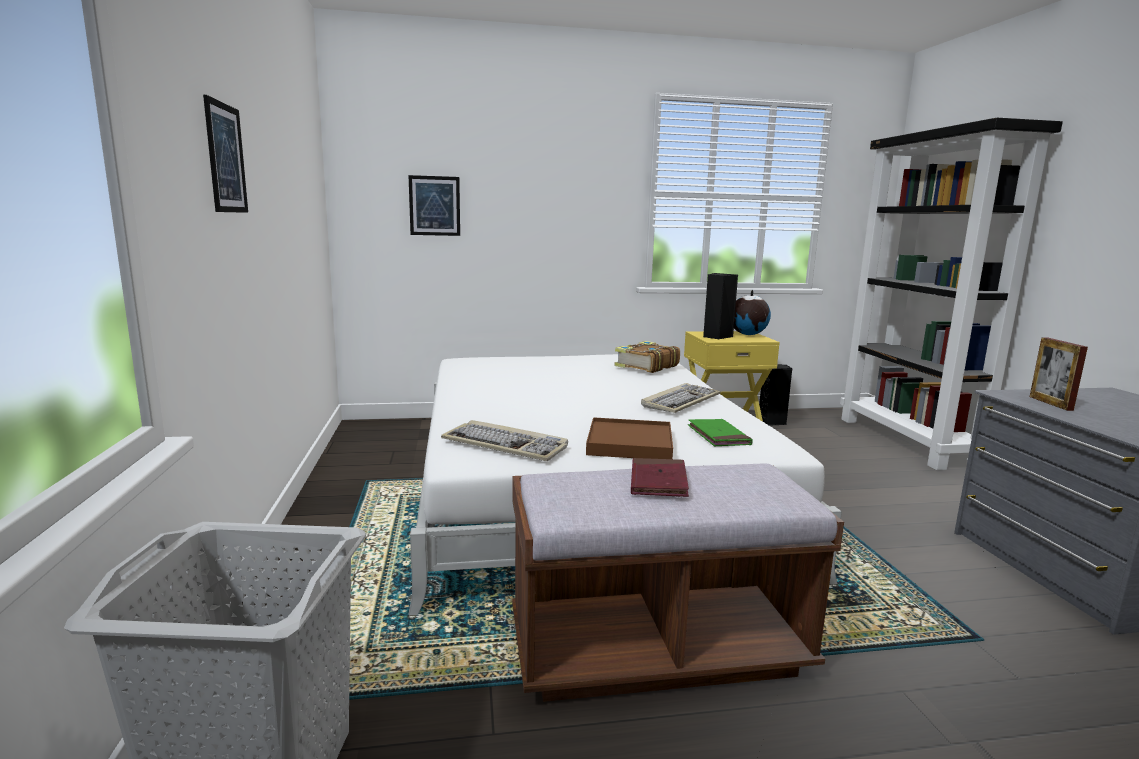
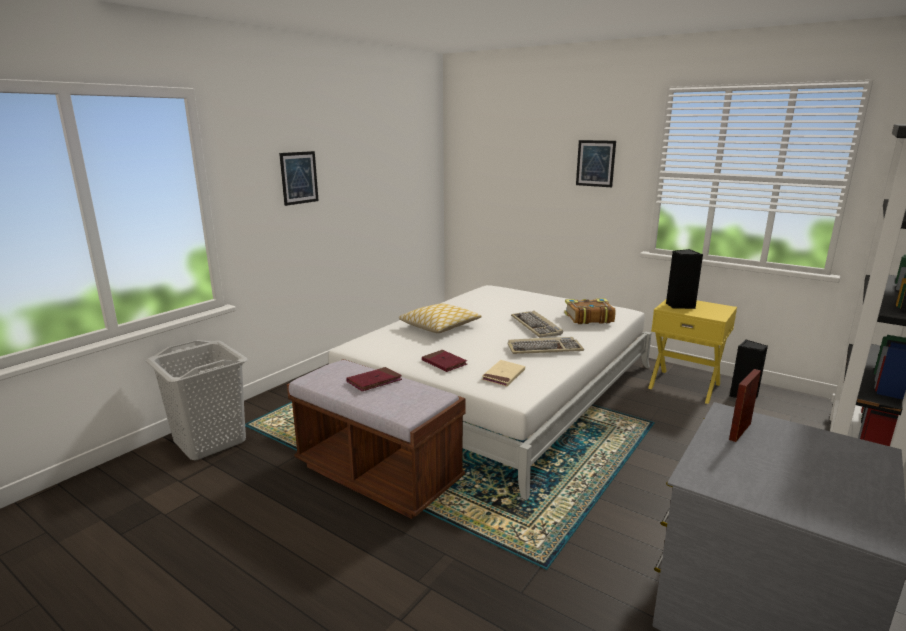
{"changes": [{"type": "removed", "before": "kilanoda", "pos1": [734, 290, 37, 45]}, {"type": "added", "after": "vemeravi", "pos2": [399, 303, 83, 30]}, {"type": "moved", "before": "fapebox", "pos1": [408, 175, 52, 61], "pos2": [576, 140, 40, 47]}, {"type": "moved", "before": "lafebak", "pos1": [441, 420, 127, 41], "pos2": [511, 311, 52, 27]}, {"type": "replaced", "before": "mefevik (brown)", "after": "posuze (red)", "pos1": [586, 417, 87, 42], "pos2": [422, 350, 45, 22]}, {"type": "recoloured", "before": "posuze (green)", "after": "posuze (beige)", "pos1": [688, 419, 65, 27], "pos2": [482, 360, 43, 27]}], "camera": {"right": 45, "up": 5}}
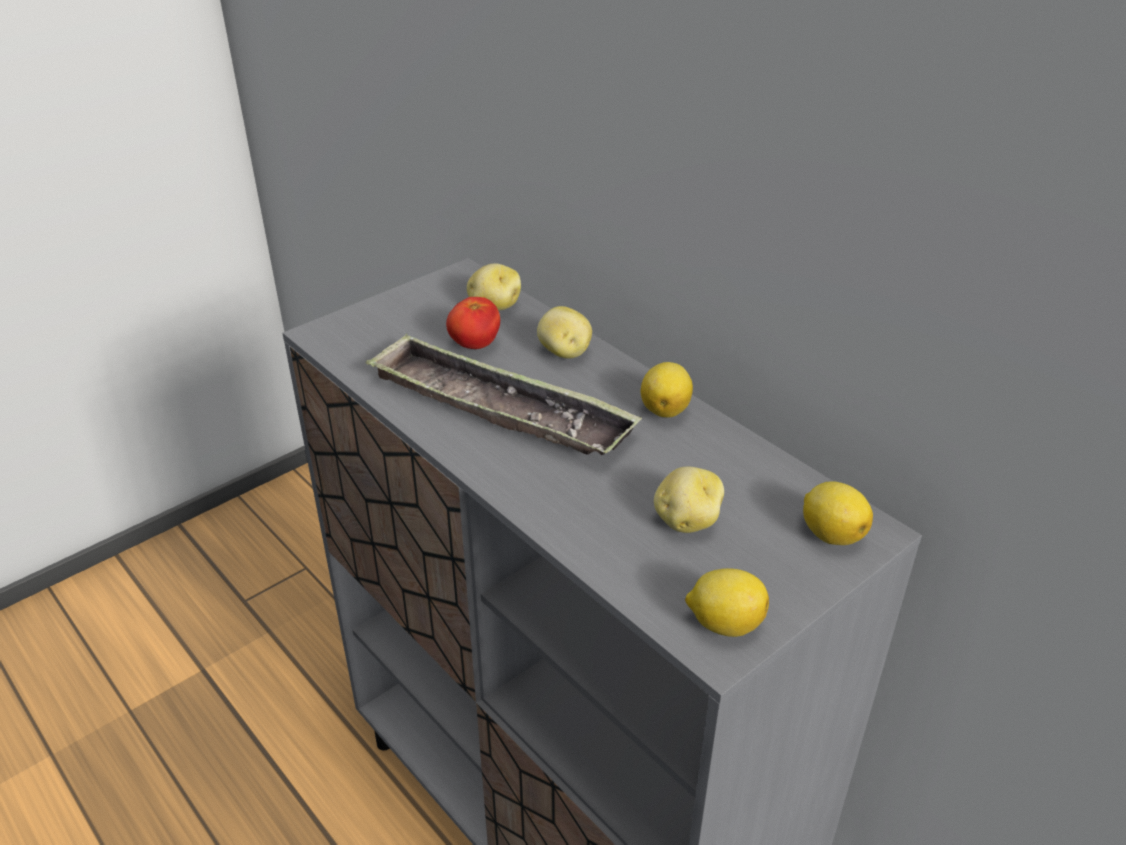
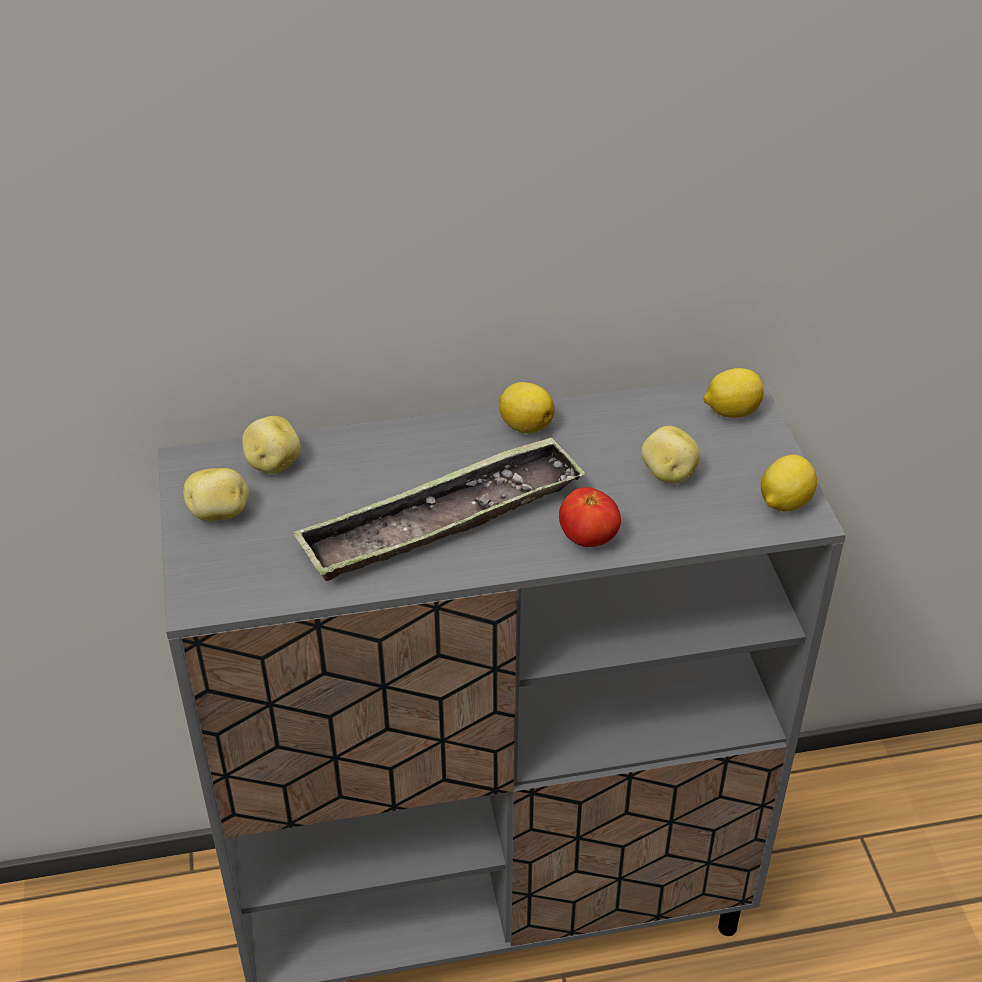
{"changes": [{"type": "moved", "before": "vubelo", "pos1": [446, 297, 54, 52], "pos2": [559, 487, 62, 60]}, {"type": "moved", "before": "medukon", "pos1": [537, 306, 55, 53], "pos2": [183, 468, 66, 53]}], "camera": {"right": -60, "up": 5}}
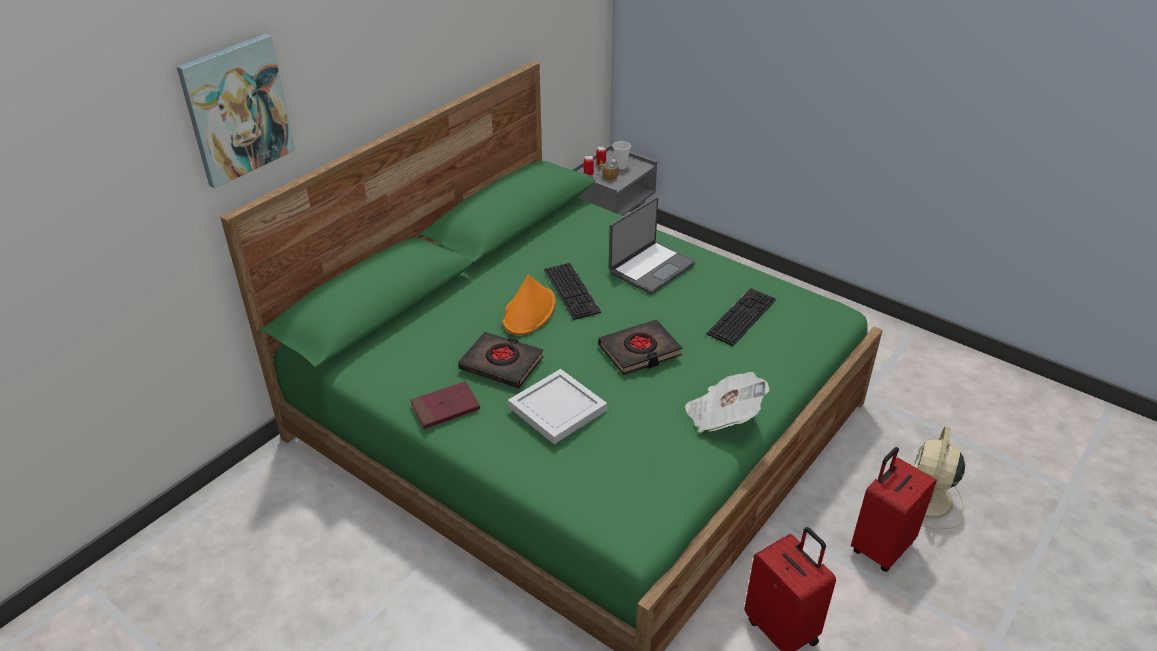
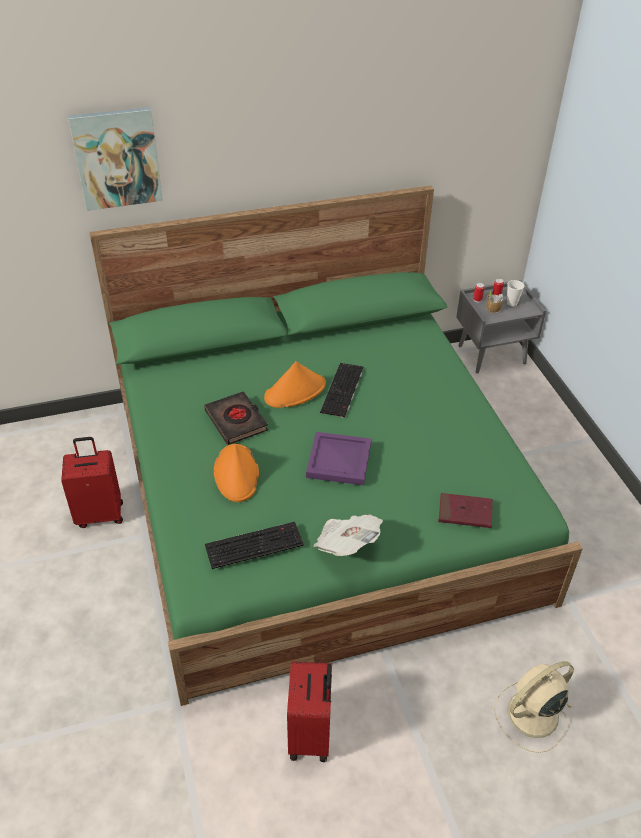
{"changes": [{"type": "removed", "before": "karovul", "pos1": [609, 197, 87, 97]}, {"type": "moved", "before": "posuze (red)", "pos1": [410, 381, 70, 48], "pos2": [438, 493, 55, 35]}, {"type": "moved", "before": "lafebak", "pos1": [706, 288, 70, 58], "pos2": [205, 522, 99, 47]}, {"type": "moved", "before": "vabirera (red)", "pos1": [851, 447, 86, 125], "pos2": [61, 437, 62, 91]}, {"type": "replaced", "before": "mefevik (white)", "after": "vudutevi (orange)", "pos1": [508, 369, 99, 75], "pos2": [214, 444, 45, 58]}, {"type": "replaced", "before": "posuze (black)", "after": "mefevik (purple)", "pos1": [598, 319, 84, 56], "pos2": [306, 432, 65, 53]}], "camera": {"right": 35, "up": 5}}
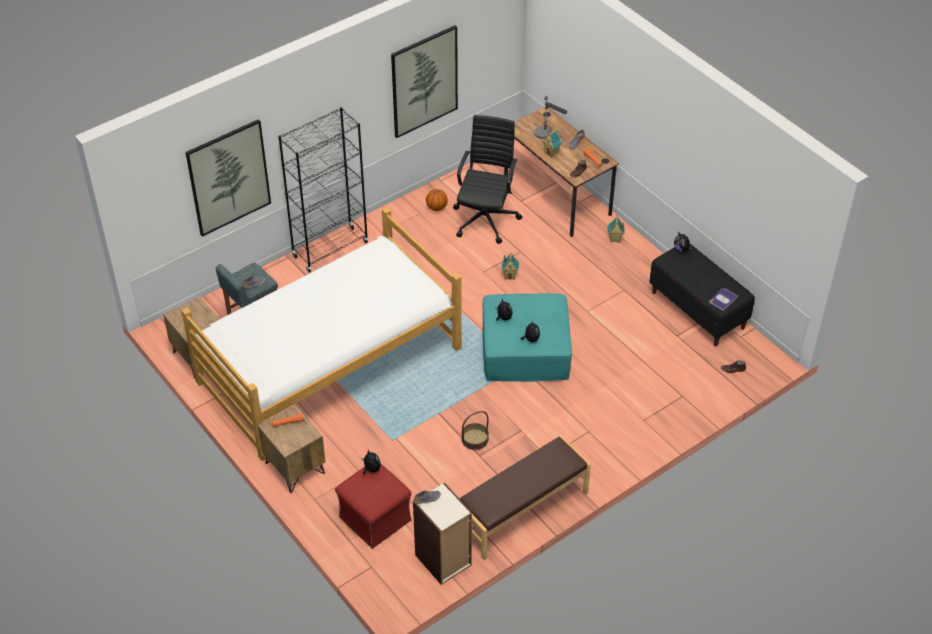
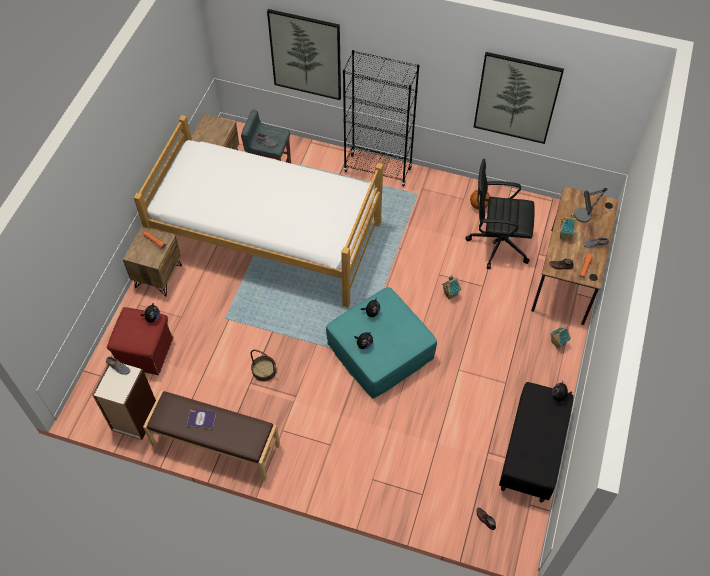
{"changes": [{"type": "moved", "before": "posuze", "pos1": [709, 288, 29, 23], "pos2": [187, 409, 29, 20]}, {"type": "turned", "before": "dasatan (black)", "pos1": [453, 115, 69, 129], "pos2": [465, 159, 69, 110], "turn": -150}], "camera": {"right": 55, "up": 10}}
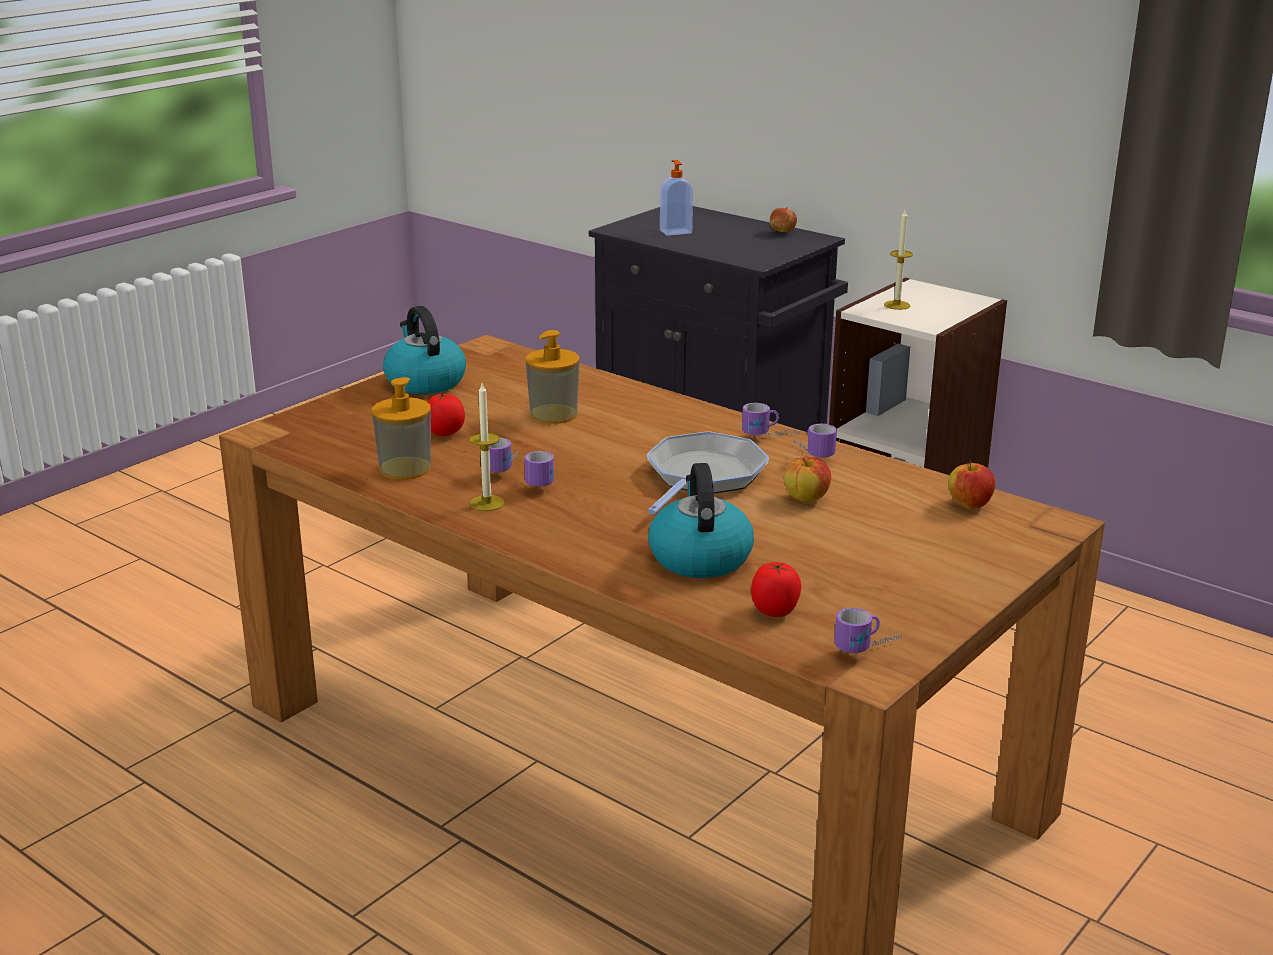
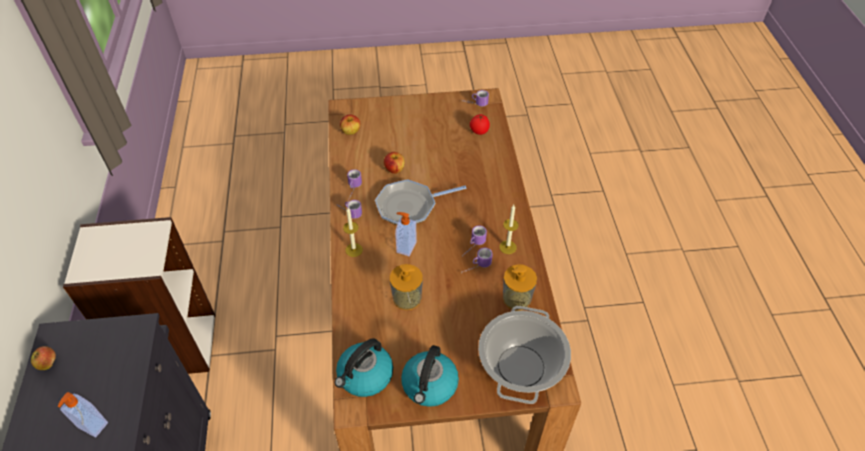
{"changes": [{"type": "removed", "before": "vubelo", "pos1": [428, 393, 37, 43]}, {"type": "added", "after": "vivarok", "pos2": [395, 212, 22, 44]}, {"type": "added", "after": "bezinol", "pos2": [478, 306, 93, 98]}, {"type": "moved", "before": "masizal", "pos1": [648, 463, 106, 115], "pos2": [335, 338, 58, 59]}, {"type": "moved", "before": "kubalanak", "pos1": [884, 210, 29, 100], "pos2": [343, 208, 20, 49]}], "camera": {"right": -135, "up": 25}}
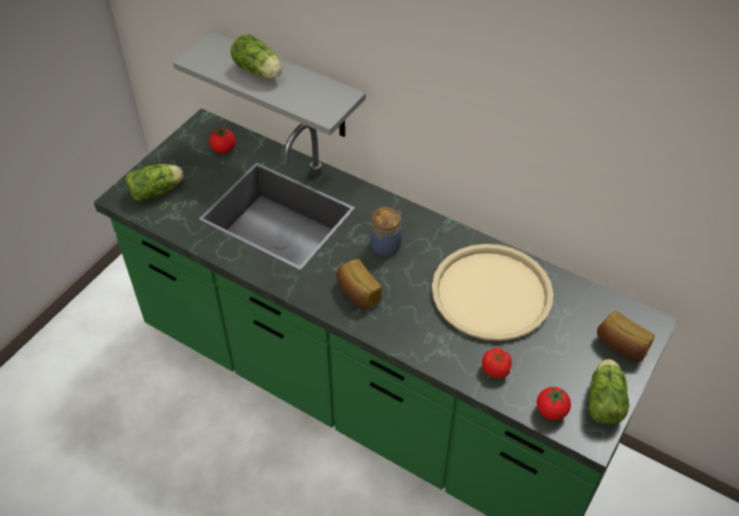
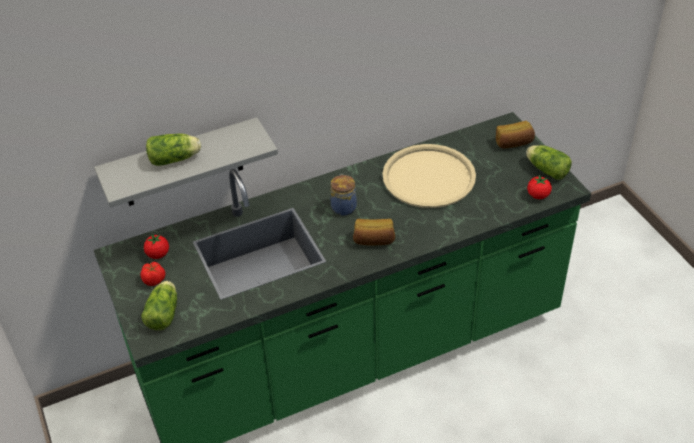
{"changes": [{"type": "moved", "before": "vubelo", "pos1": [482, 348, 30, 30], "pos2": [140, 262, 25, 24]}], "camera": {"right": -55, "up": -5}}
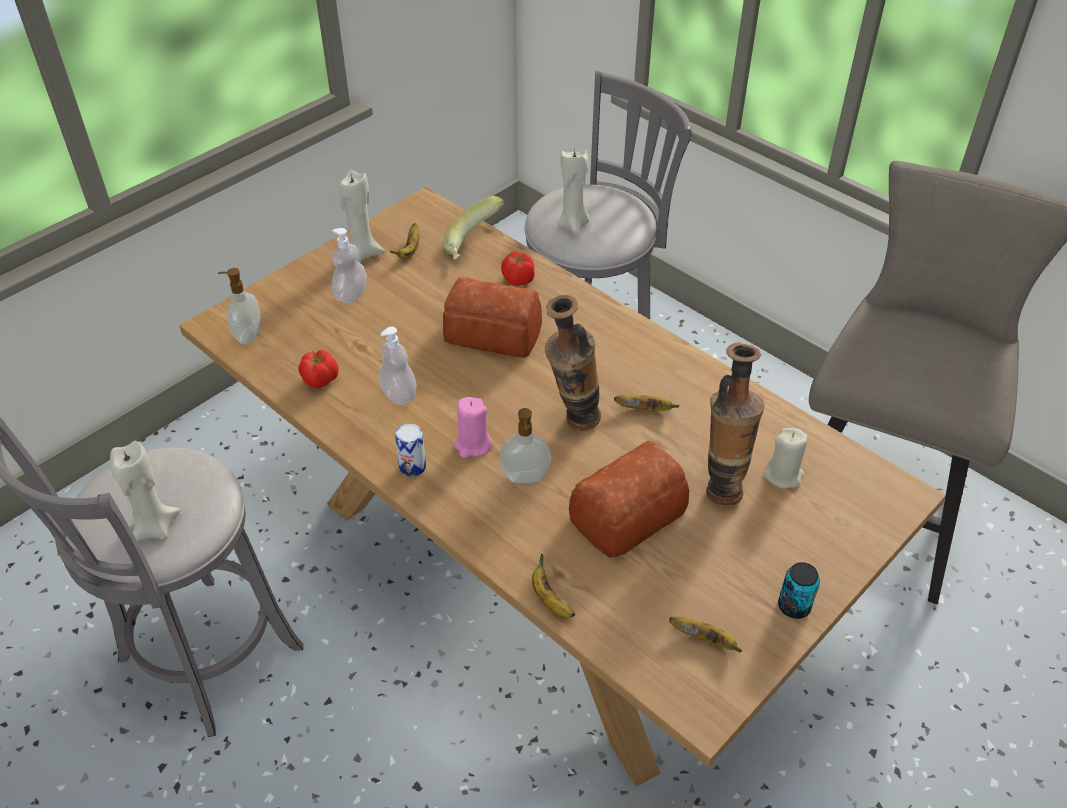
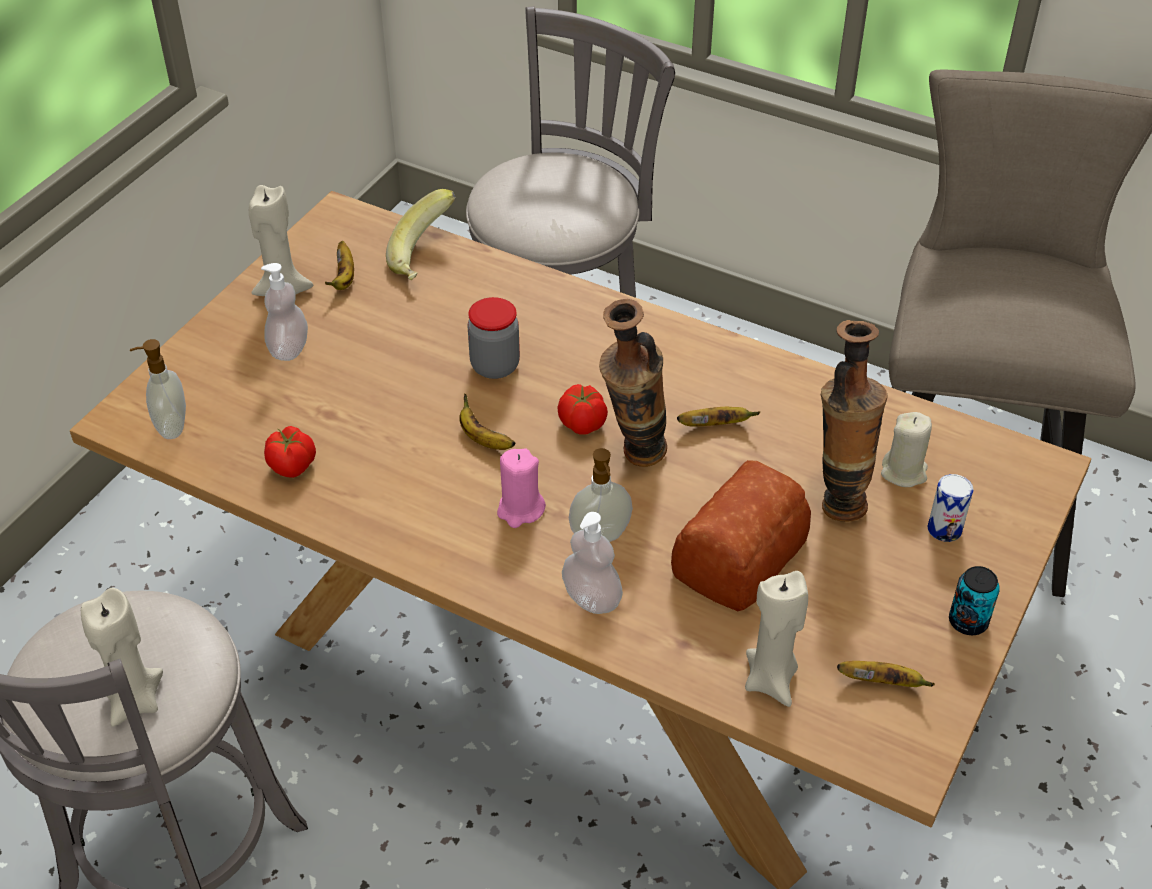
{"changes": [{"type": "moved", "before": "vivarok", "pos1": [379, 327, 37, 78], "pos2": [562, 512, 61, 102]}, {"type": "moved", "before": "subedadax", "pos1": [395, 424, 31, 53], "pos2": [927, 474, 47, 68]}, {"type": "moved", "before": "vubelo", "pos1": [501, 251, 34, 35], "pos2": [557, 384, 51, 51]}, {"type": "moved", "before": "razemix", "pos1": [532, 553, 43, 65], "pos2": [459, 393, 57, 57]}, {"type": "moved", "before": "kubalanak (beige)", "pos1": [557, 150, 32, 86], "pos2": [745, 571, 63, 136]}, {"type": "replaced", "before": "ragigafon", "after": "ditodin", "pos1": [443, 277, 99, 81], "pos2": [467, 297, 53, 82]}], "camera": {"right": -15, "up": 0}}
